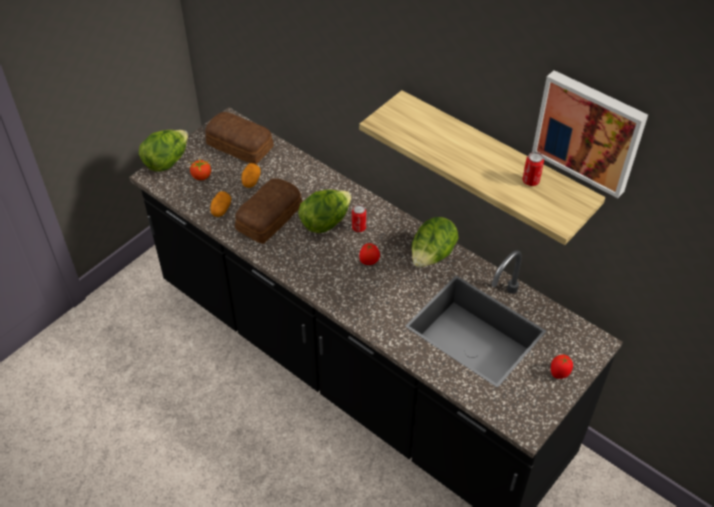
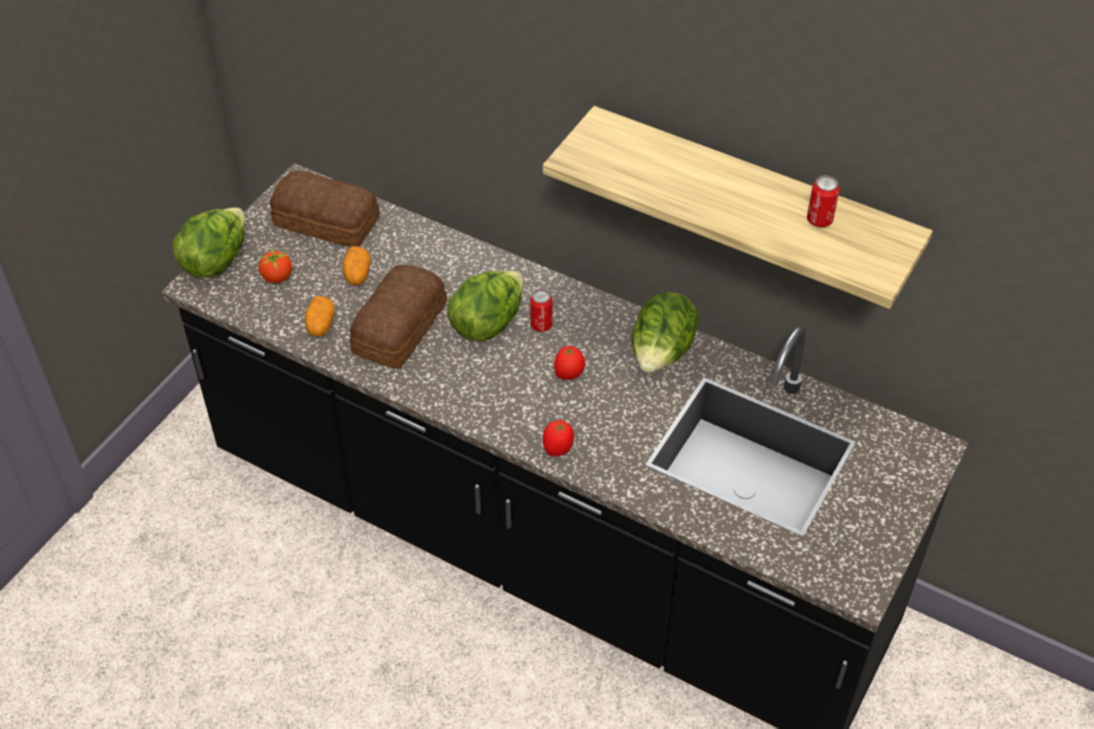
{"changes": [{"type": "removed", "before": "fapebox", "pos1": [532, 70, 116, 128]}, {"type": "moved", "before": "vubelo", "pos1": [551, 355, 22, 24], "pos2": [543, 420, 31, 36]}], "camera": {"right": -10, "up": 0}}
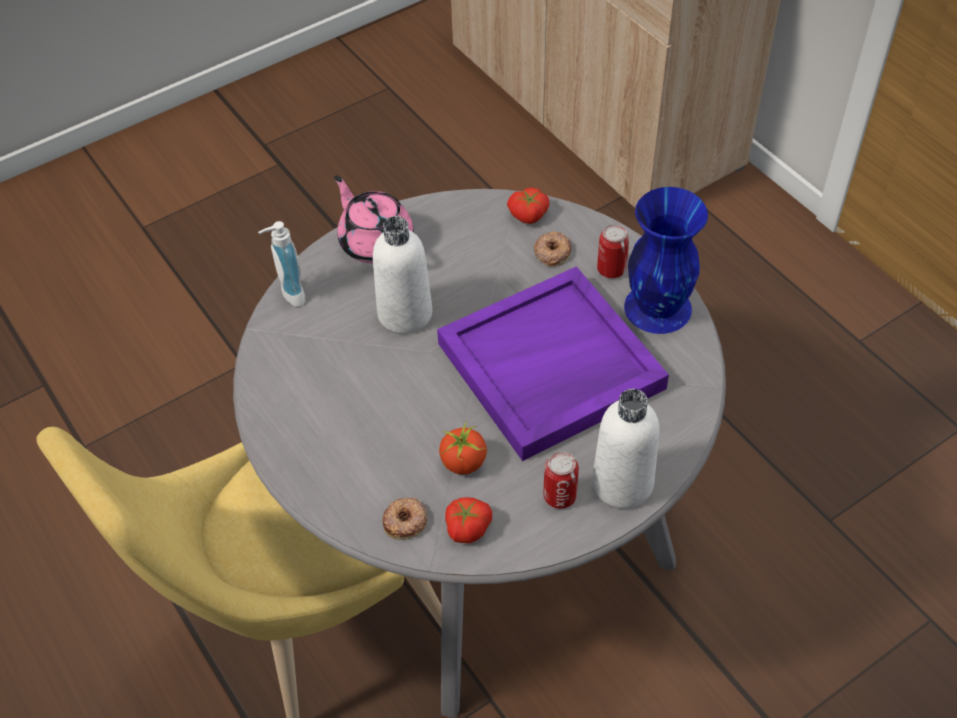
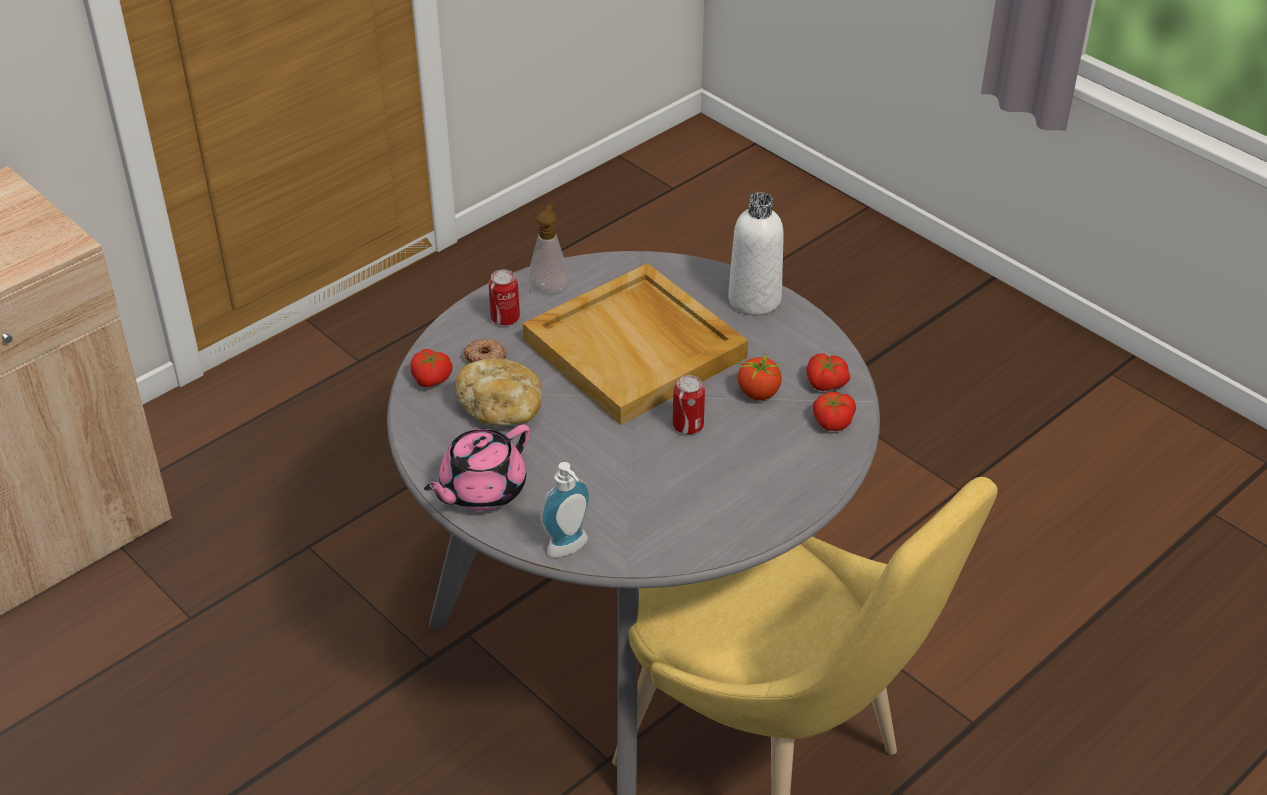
{"changes": [{"type": "removed", "before": "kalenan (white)", "pos1": [373, 216, 59, 118]}, {"type": "added", "after": "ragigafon", "pos2": [455, 358, 87, 69]}, {"type": "moved", "before": "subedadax", "pos1": [543, 451, 36, 58], "pos2": [673, 375, 32, 59]}, {"type": "replaced", "before": "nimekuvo", "after": "vubelo", "pos1": [382, 498, 45, 42], "pos2": [813, 392, 43, 39]}, {"type": "replaced", "before": "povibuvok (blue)", "after": "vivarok", "pos1": [624, 187, 84, 147], "pos2": [528, 205, 42, 90]}, {"type": "recoloured", "before": "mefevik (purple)", "after": "mefevik (beige)", "pos1": [437, 266, 232, 195], "pos2": [523, 263, 225, 162]}], "camera": {"right": -100, "up": -10}}
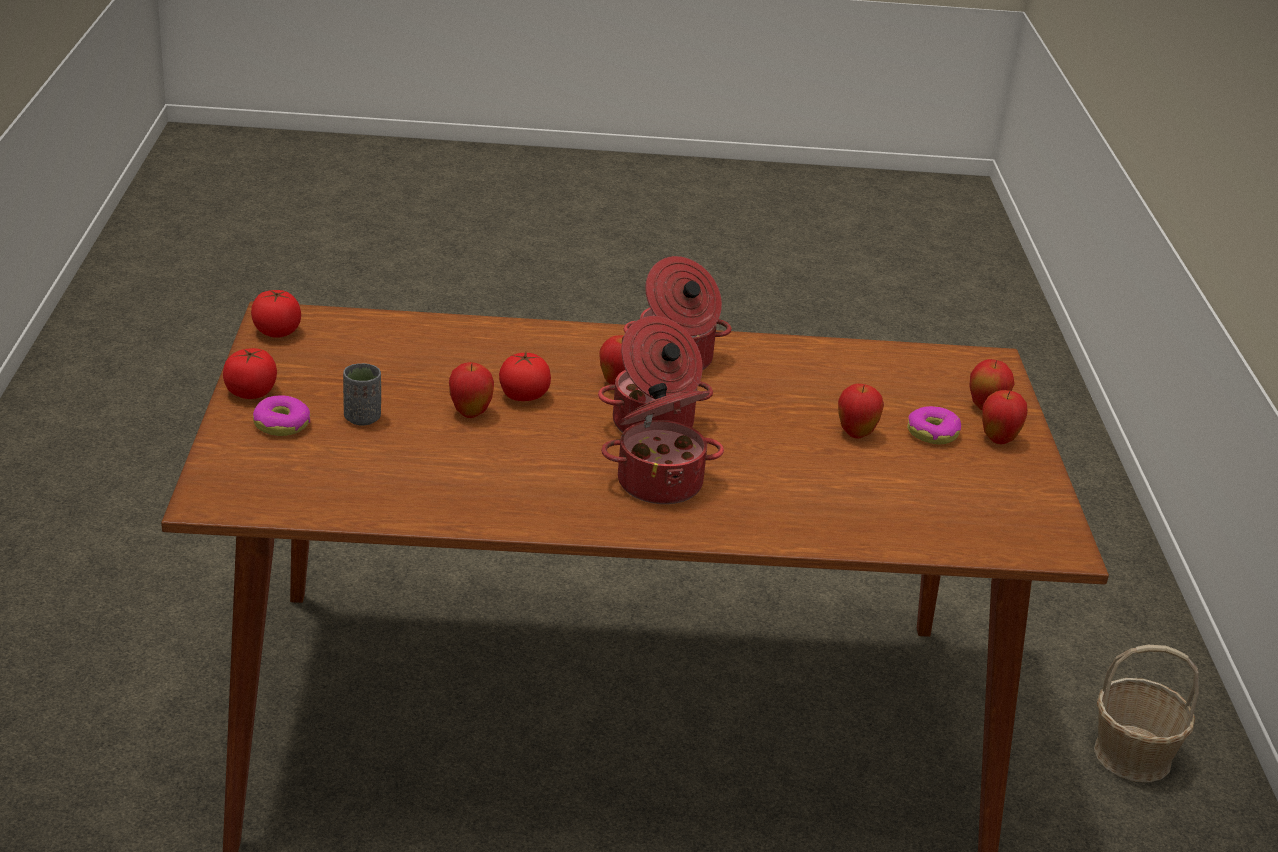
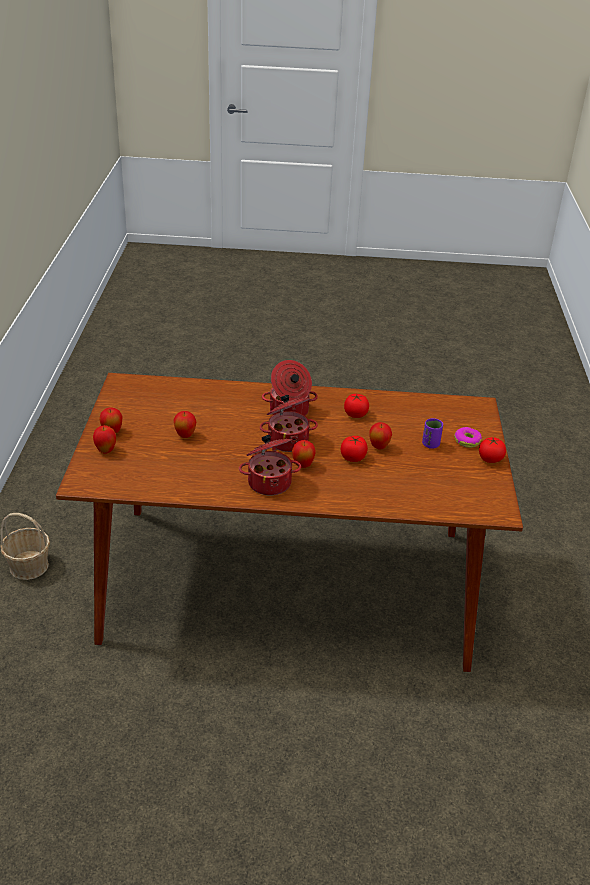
{"changes": [{"type": "removed", "before": "nimekuvo", "pos1": [907, 406, 54, 38]}, {"type": "moved", "before": "vubelo", "pos1": [251, 290, 50, 48], "pos2": [344, 394, 25, 24]}, {"type": "recoloured", "before": "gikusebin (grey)", "after": "gikusebin (purple)", "pos1": [343, 363, 38, 63], "pos2": [422, 418, 21, 31]}], "camera": {"right": -175, "up": 5}}
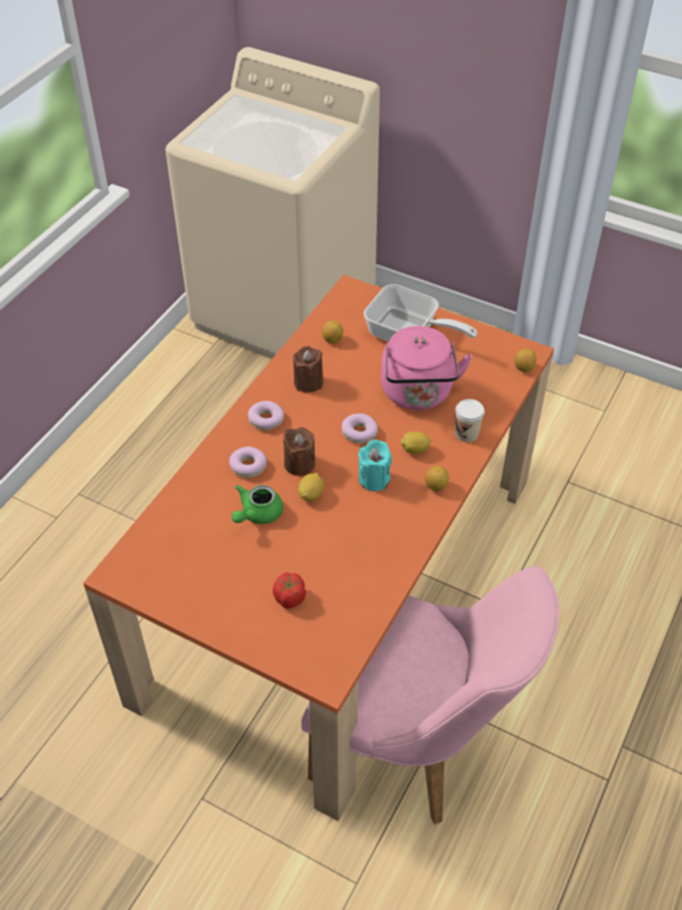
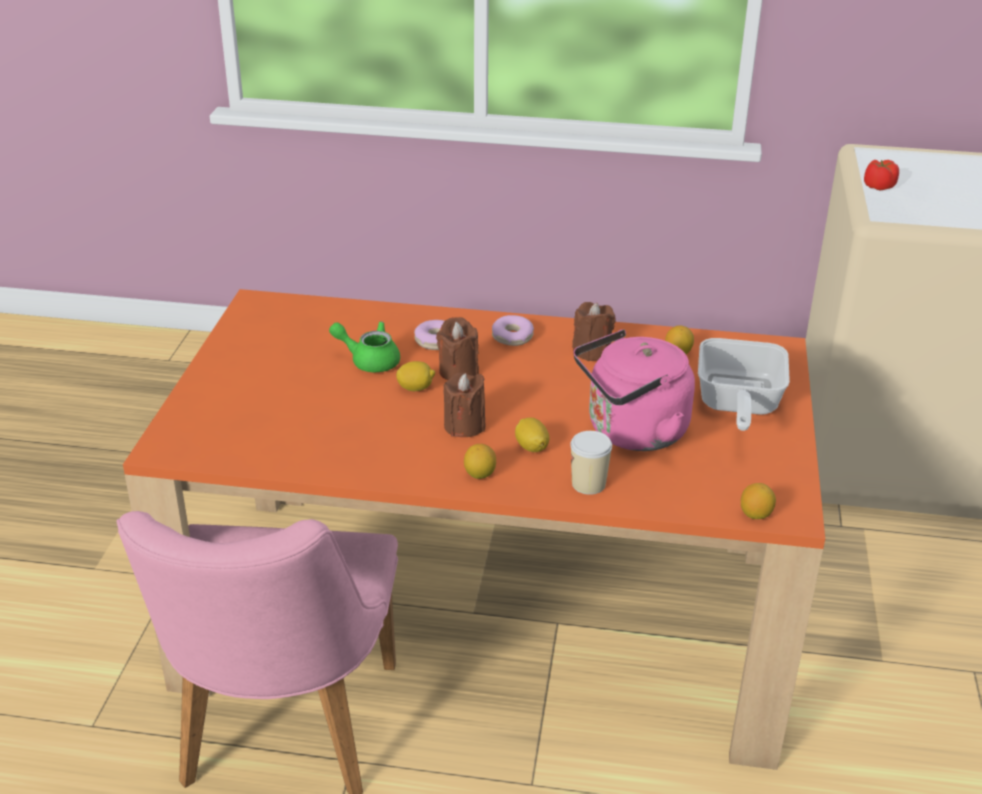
{"changes": [{"type": "removed", "before": "nimekuvo", "pos1": [342, 413, 36, 31]}, {"type": "moved", "before": "vubelo", "pos1": [273, 572, 33, 37], "pos2": [864, 160, 35, 30]}, {"type": "recoloured", "before": "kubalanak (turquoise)", "after": "kubalanak (brown)", "pos1": [358, 440, 34, 51], "pos2": [443, 373, 43, 64]}], "camera": {"right": 70, "up": -15}}
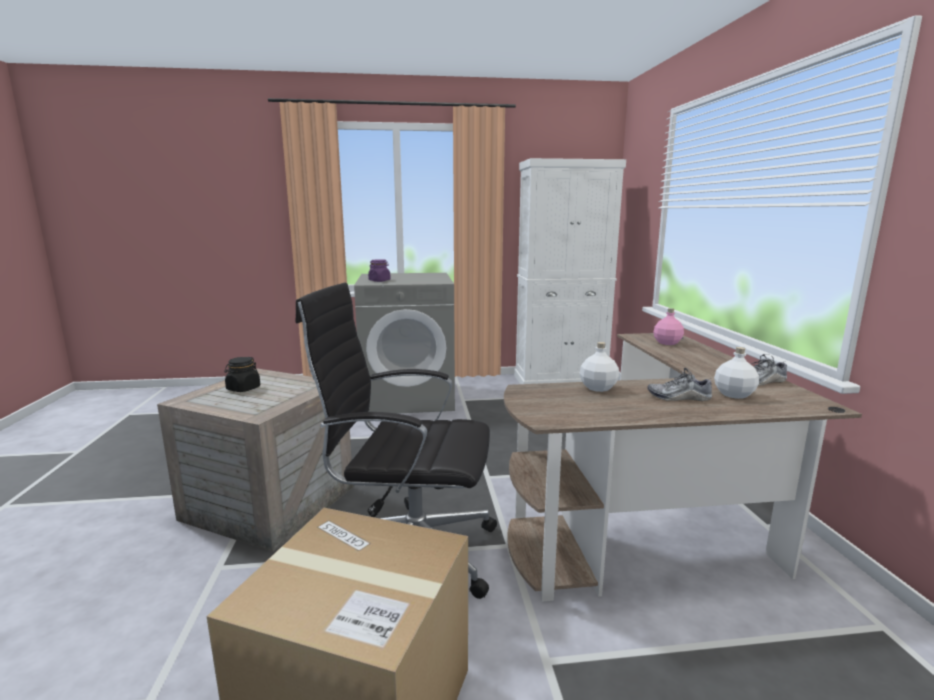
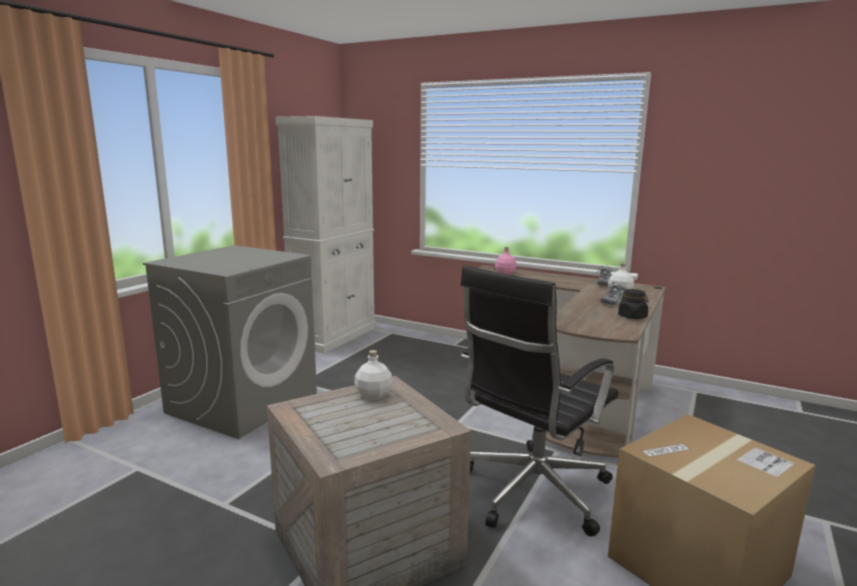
{"changes": [{"type": "removed", "before": "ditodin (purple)", "pos1": [368, 259, 23, 23]}, {"type": "moved", "before": "ditodin (black)", "pos1": [224, 357, 36, 35], "pos2": [618, 289, 30, 30]}, {"type": "moved", "before": "kalenan (white)", "pos1": [580, 342, 39, 50], "pos2": [354, 350, 39, 50]}], "camera": {"right": -55, "up": 0}}
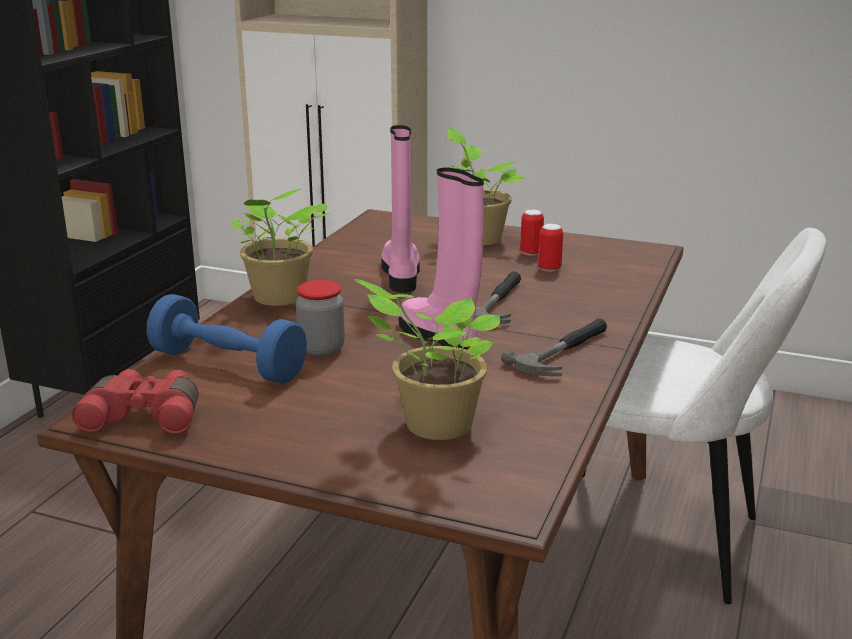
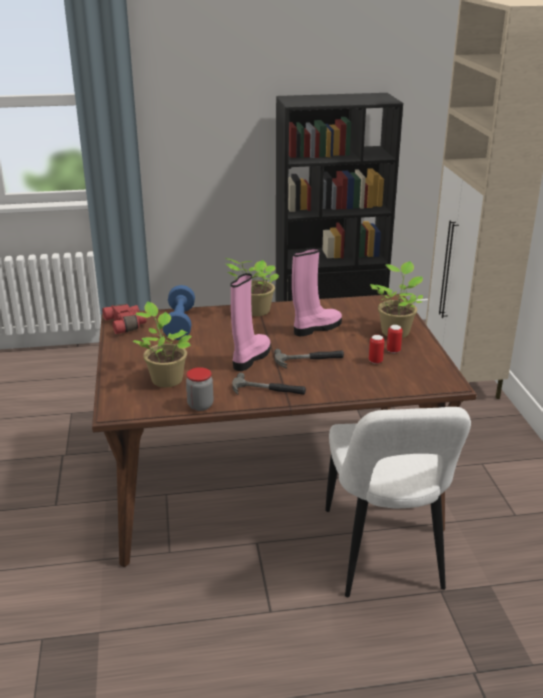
{"changes": [{"type": "moved", "before": "ditodin", "pos1": [296, 280, 49, 77], "pos2": [186, 367, 27, 44]}], "camera": {"right": 60, "up": 5}}
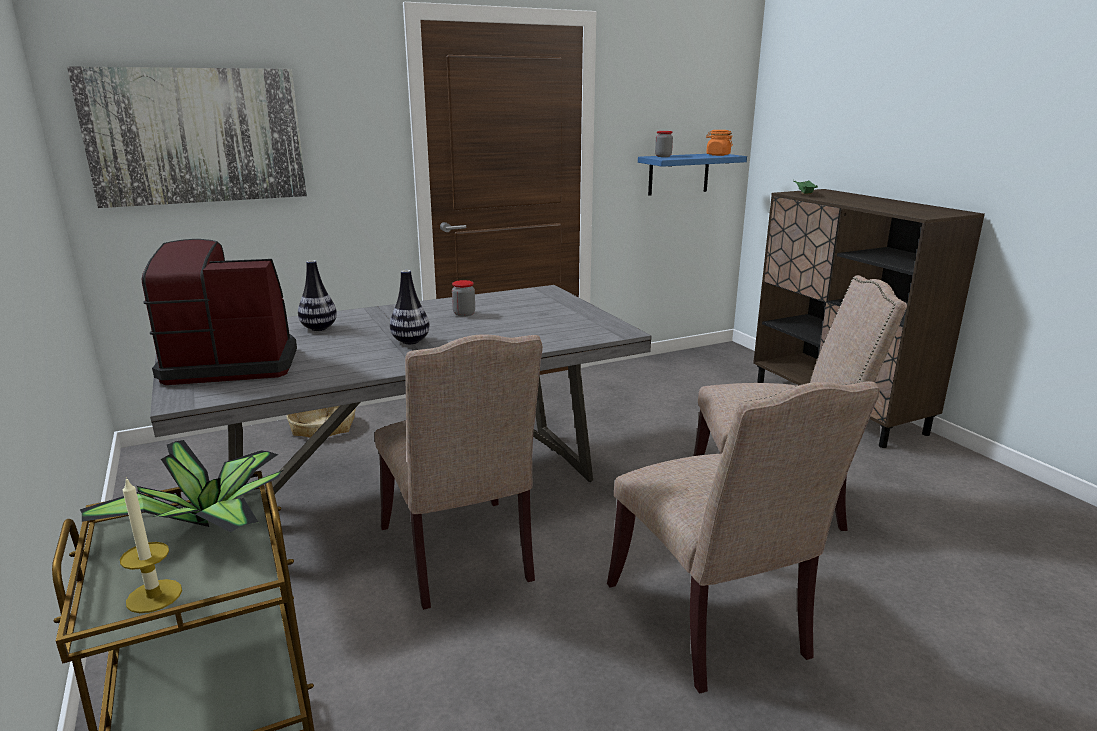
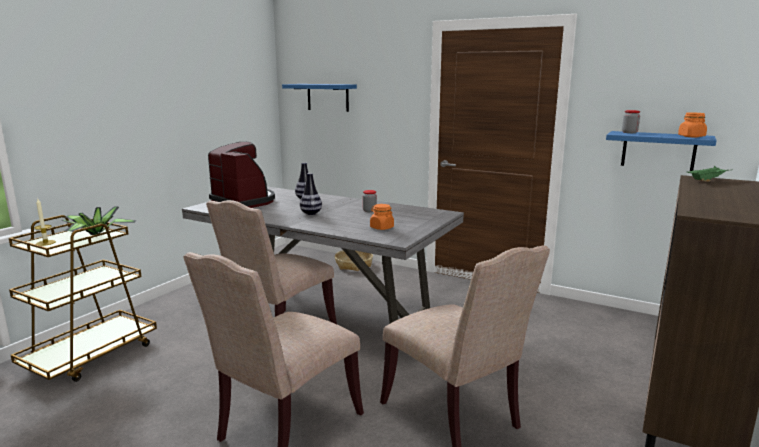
{"changes": [{"type": "added", "after": "ditodin (orange)", "pos2": [370, 204, 24, 26]}, {"type": "replaced", "before": "fapebox", "after": "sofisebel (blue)", "pos1": [67, 66, 240, 142], "pos2": [282, 84, 75, 28]}], "camera": {"right": 55, "up": -5}}
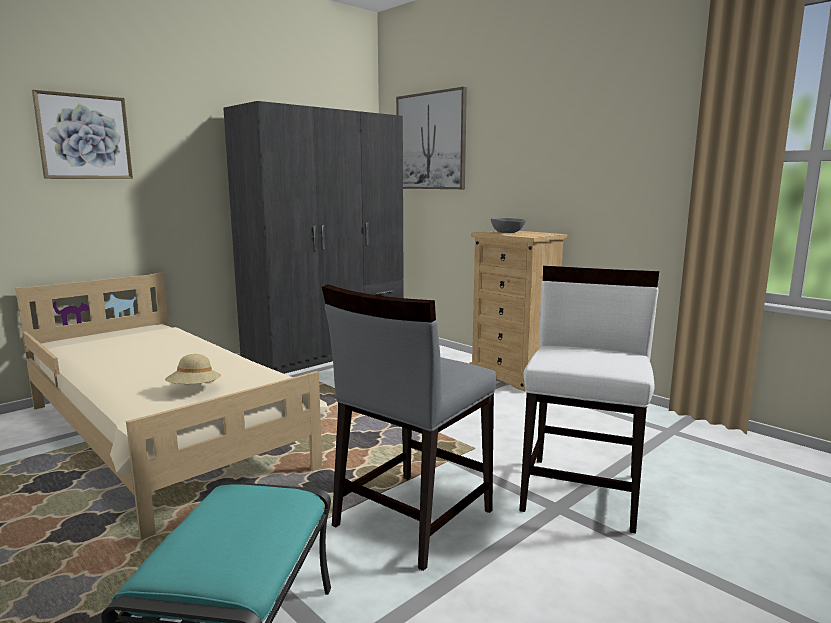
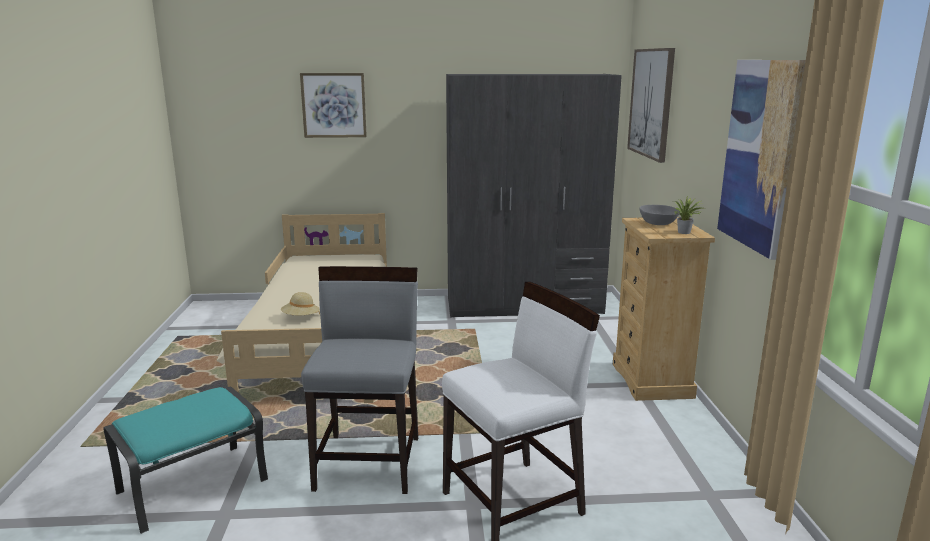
{"changes": [{"type": "added", "after": "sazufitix", "pos2": [674, 196, 28, 38]}, {"type": "added", "after": "fapebox", "pos2": [717, 60, 89, 200]}, {"type": "turned", "before": "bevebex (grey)", "pos1": [322, 284, 174, 287], "pos2": [301, 266, 117, 228], "turn": 105}], "camera": {"right": 40, "up": 5}}
